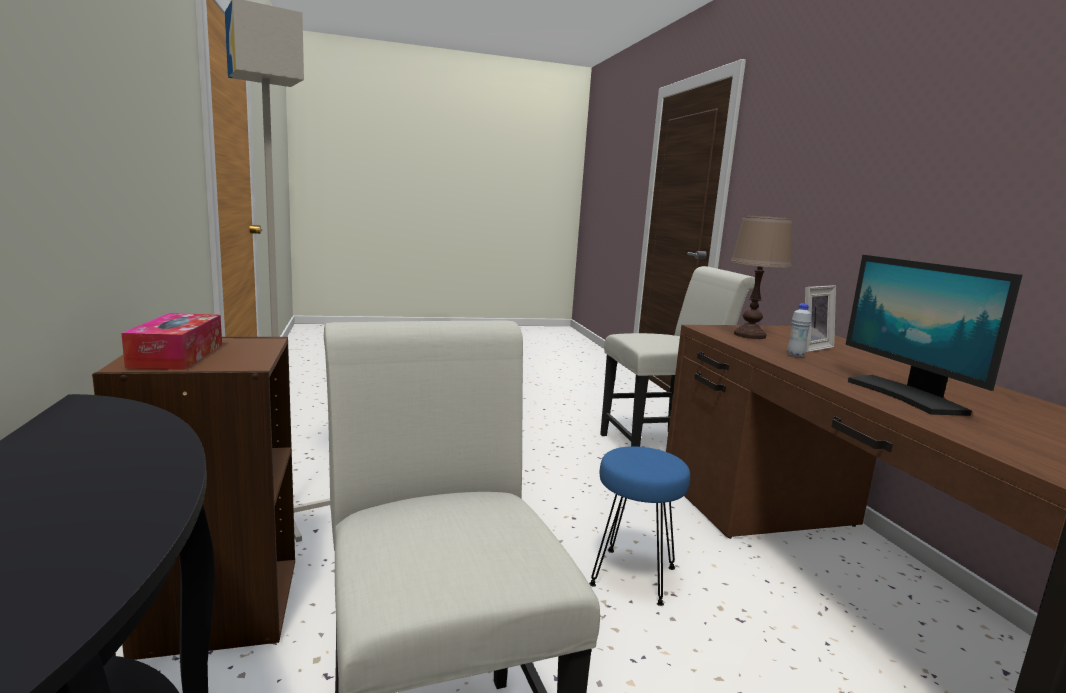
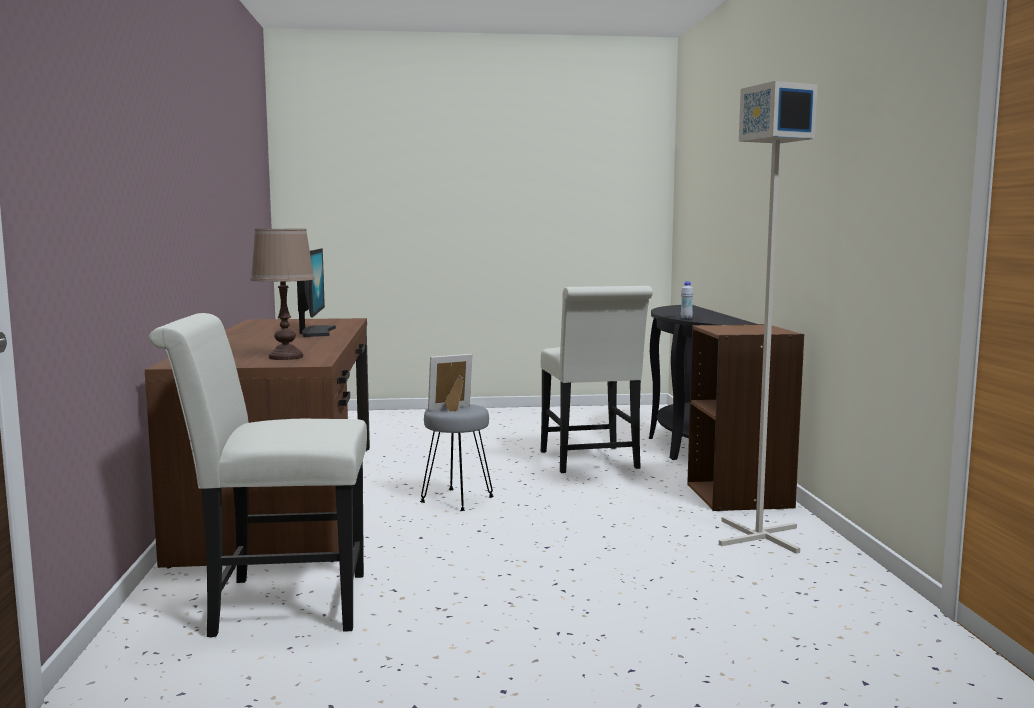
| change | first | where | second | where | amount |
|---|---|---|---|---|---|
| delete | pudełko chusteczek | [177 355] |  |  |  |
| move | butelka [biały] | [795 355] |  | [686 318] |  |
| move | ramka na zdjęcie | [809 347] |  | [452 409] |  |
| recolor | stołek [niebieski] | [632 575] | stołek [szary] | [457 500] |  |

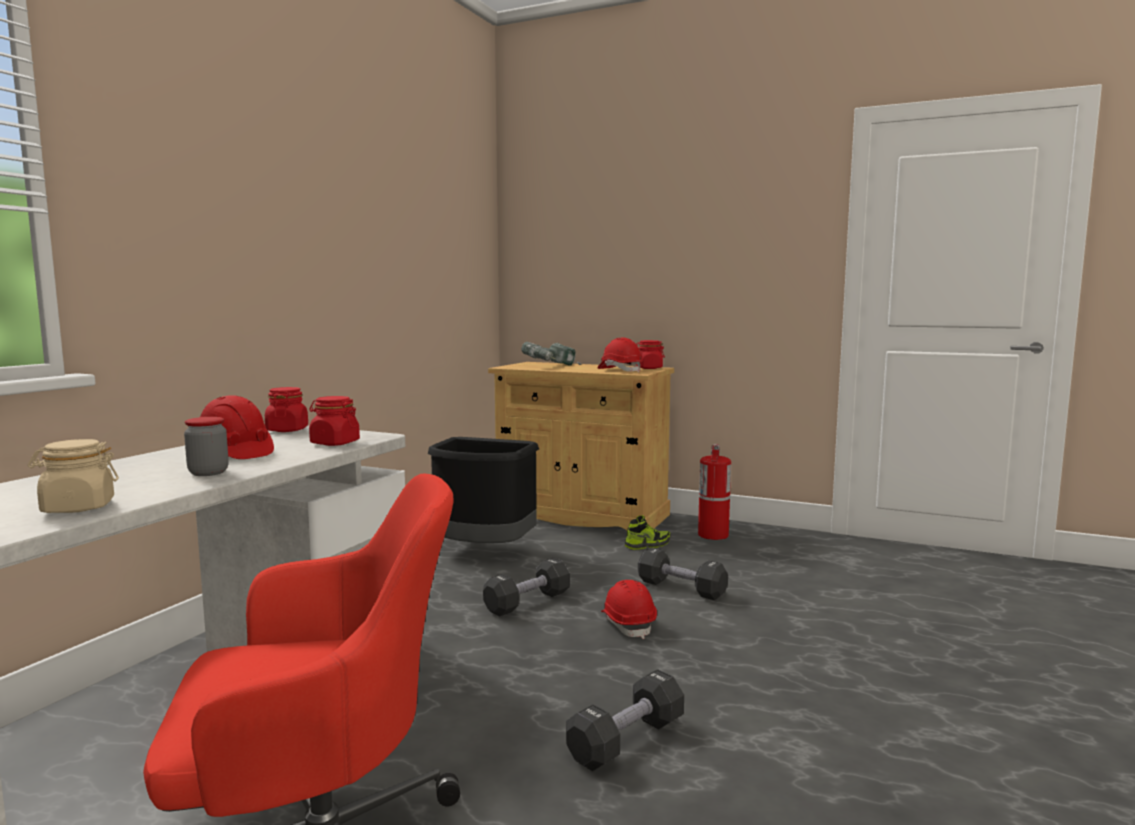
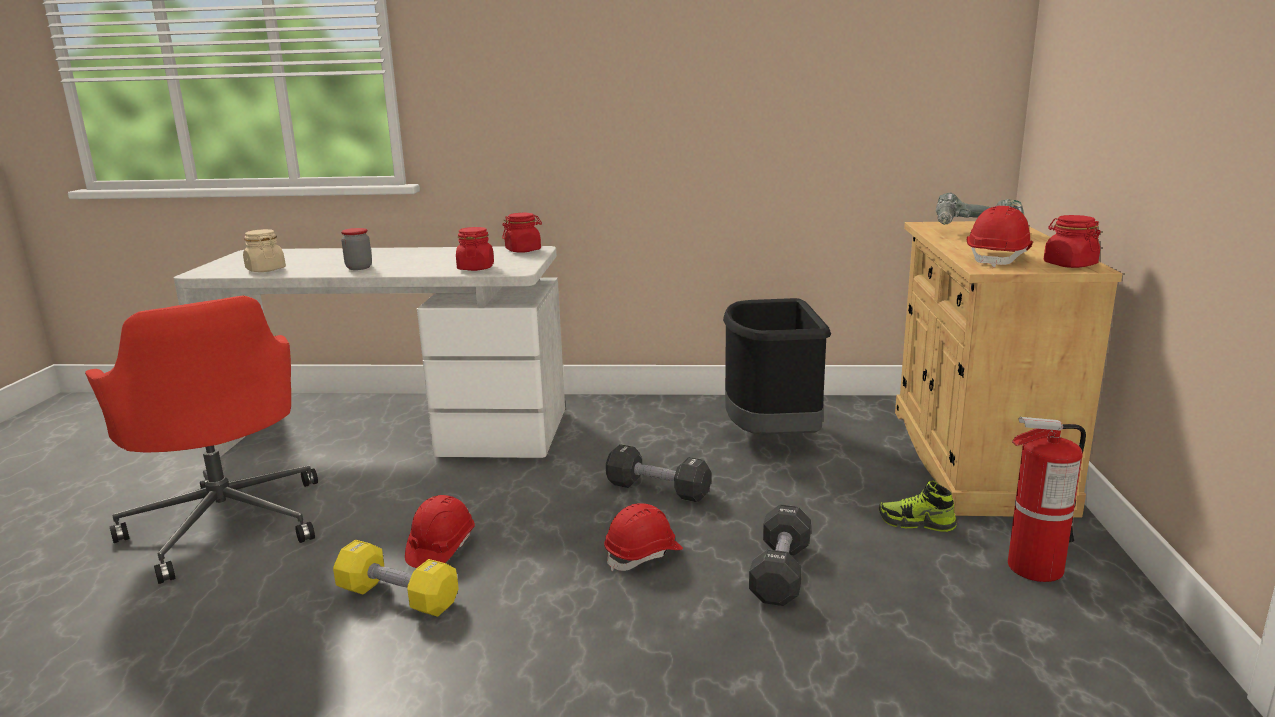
| change | first | where | second | where | amount |
|---|---|---|---|---|---|
| move | kask [czerwony] | [235 452] |  | [441 548] |  |
| recolor | hantel [czarny] | [626 740] | hantel [żółty] | [398 597] |  |
| rotate | but | [647 545] |  | [916 523] | 150 degrees clockwise |

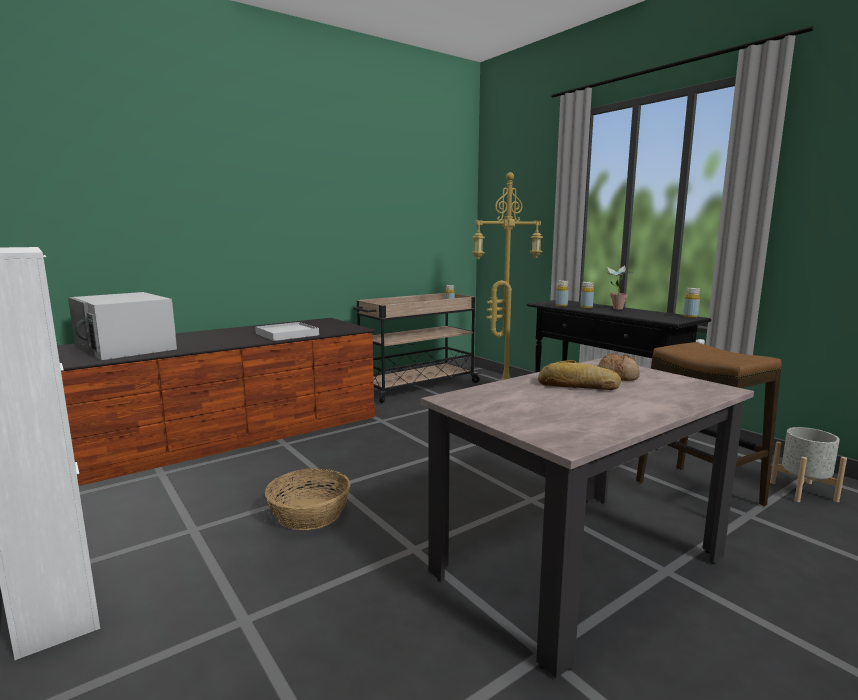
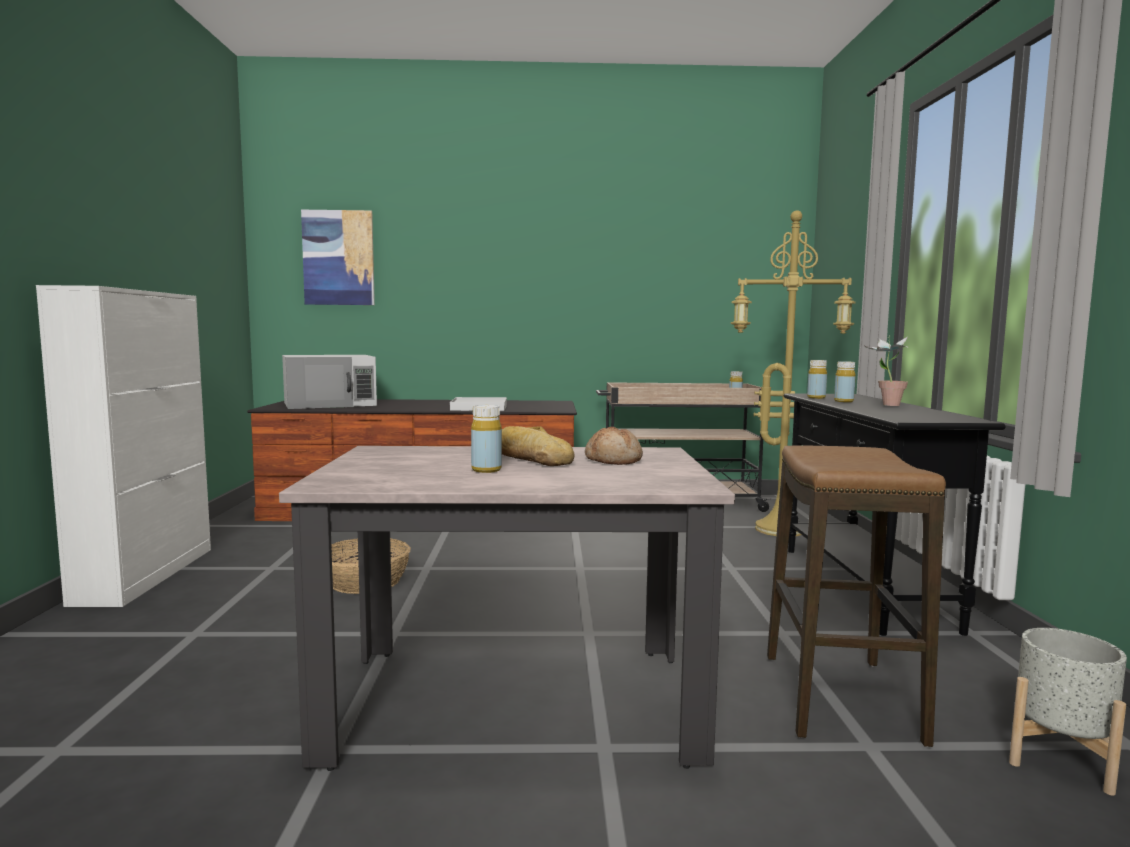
| change | first | where | second | where | amount |
|---|---|---|---|---|---|
| insert |  |  | obraz | [338 258] |  |
| move | butelka [żółty] | [690 317] |  | [486 470] |  |
| rotate | mikrofalówka [biały] | [126 348] |  | [330 404] | 105 degrees counterclockwise |

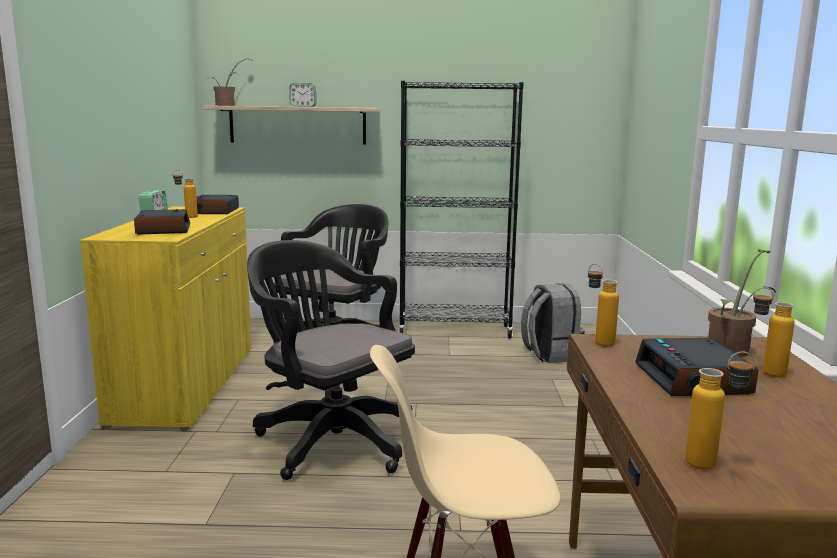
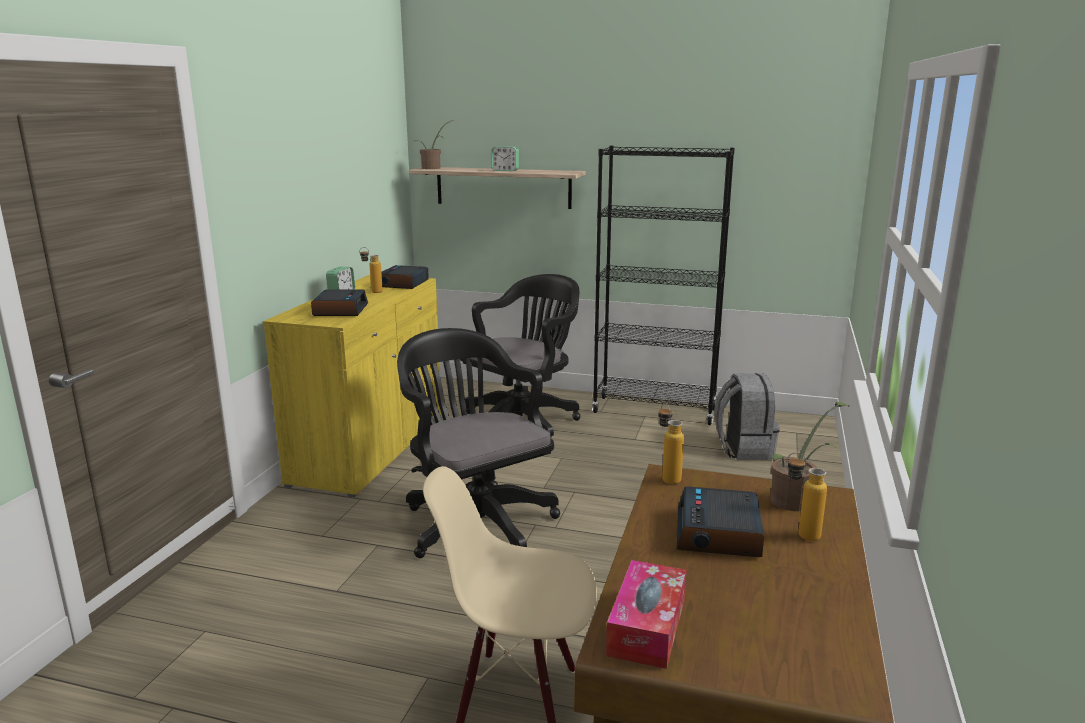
| change | first | where | second | where | amount |
|---|---|---|---|---|---|
| replace | butelka | [713 464] | pudełko chusteczek | [647 627] |  |

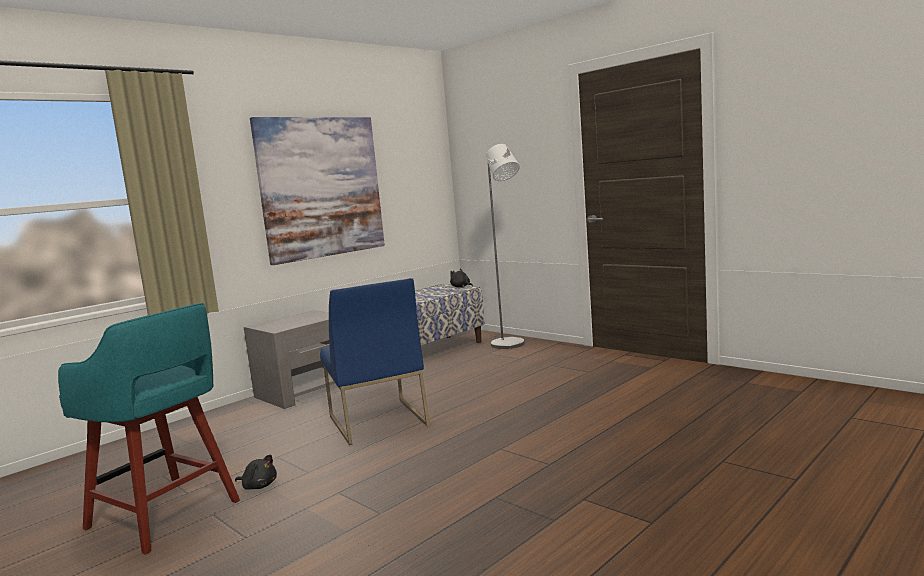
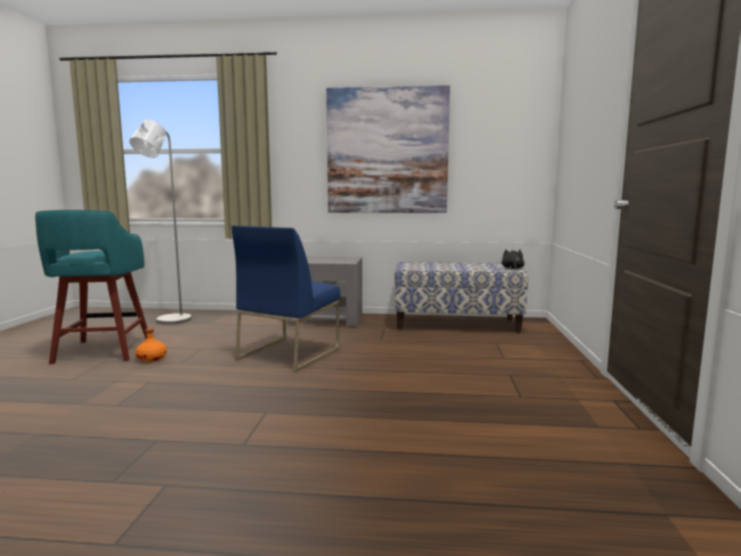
| change | first | where | second | where | amount |
|---|---|---|---|---|---|
| move | lampa stojąca [szary] | [511 345] |  | [169 321] |  |
| replace | pluszak [czarny] | [259 486] | butelka [pomarańczowy] | [152 358] |  |

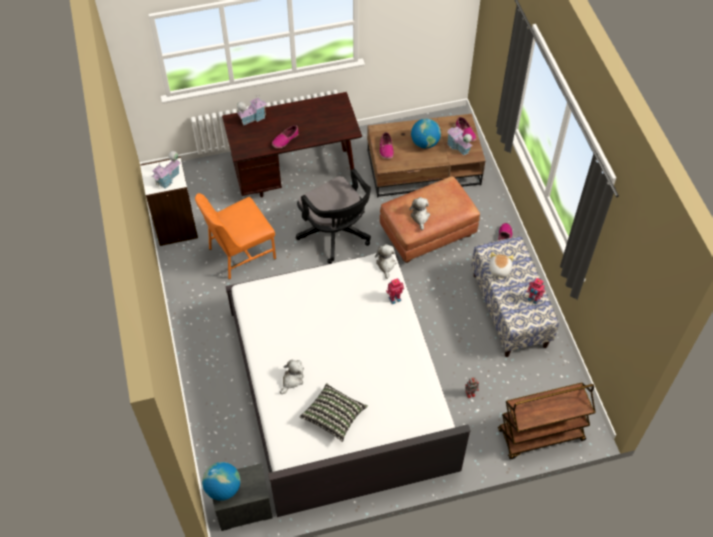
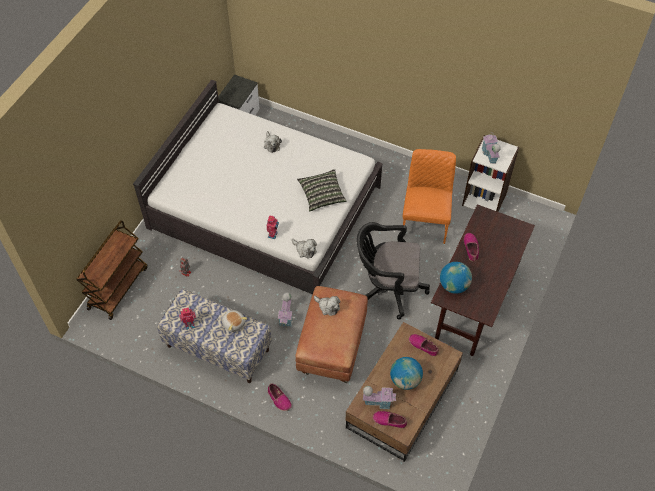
| change | first | where | second | where | amount |
|---|---|---|---|---|---|
| move | globus | [223 488] |  | [454 285] |  |
| move | domek | [253 118] |  | [286 317] |  |
| move | poduszka | [334 416] |  | [322 195] |  |

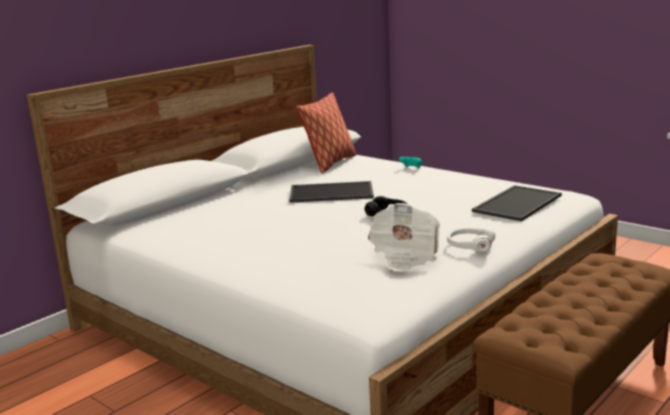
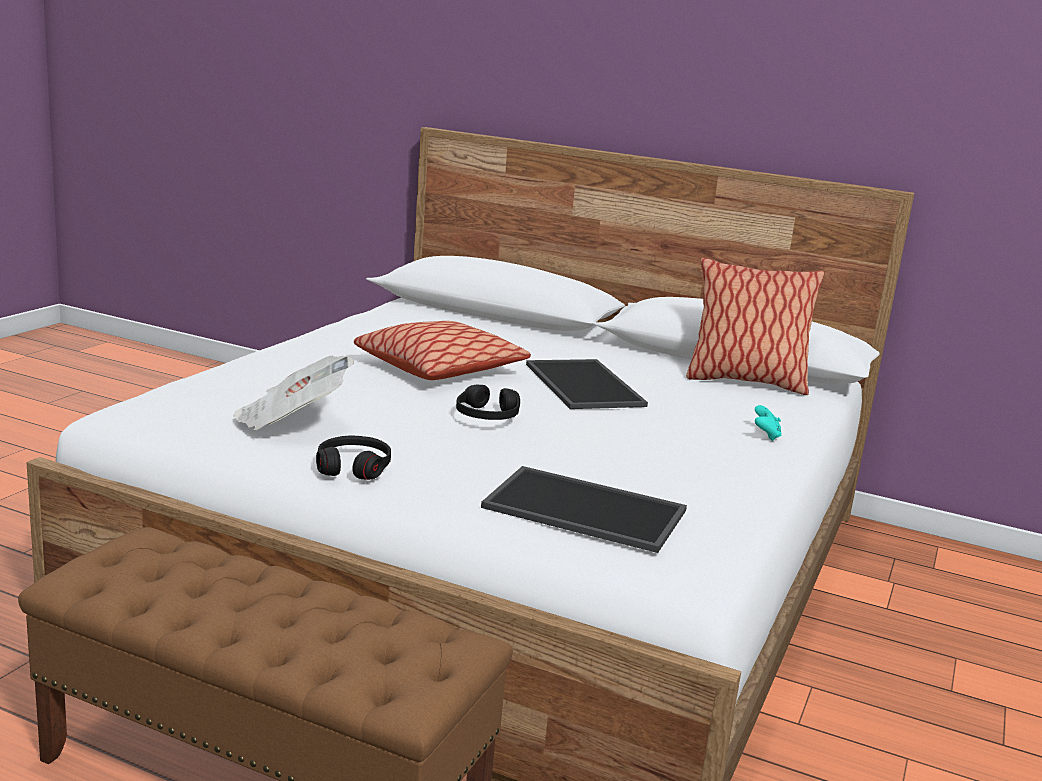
| change | first | where | second | where | amount |
|---|---|---|---|---|---|
| insert |  |  | poduszka | [440 369] |  |
| recolor | słuchawki [biały] | [470 246] | słuchawki [czarny] | [353 467] |  |

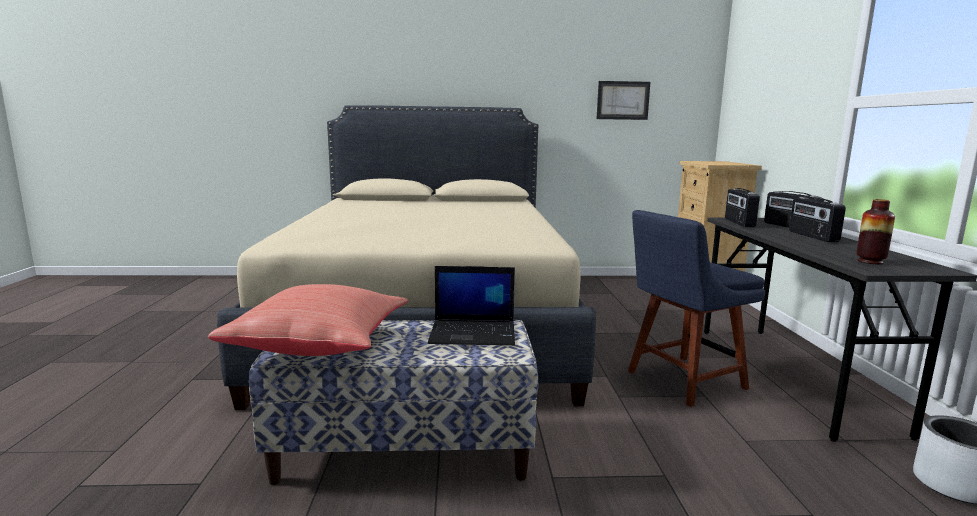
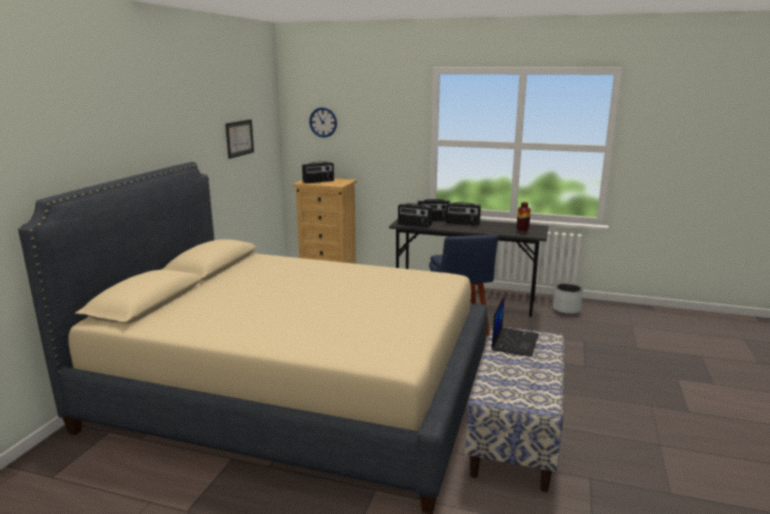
| change | first | where | second | where | amount |
|---|---|---|---|---|---|
| delete | poduszka [czerwony] | [321 345] |  |  |  |
| insert |  |  | radio | [318 181] |  |
| insert |  |  | zegar ścienny | [323 122] |  |

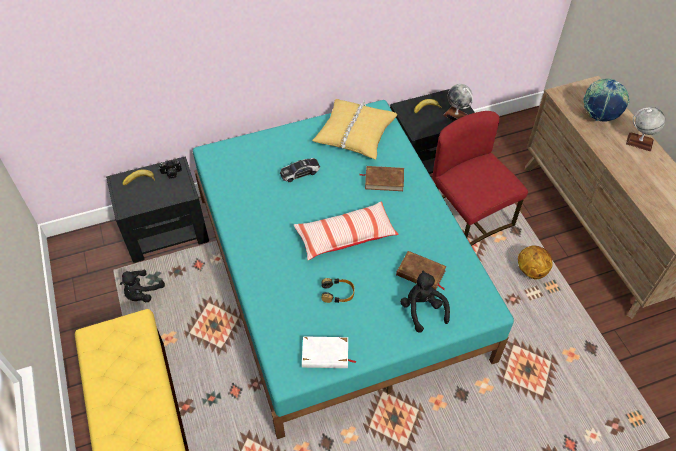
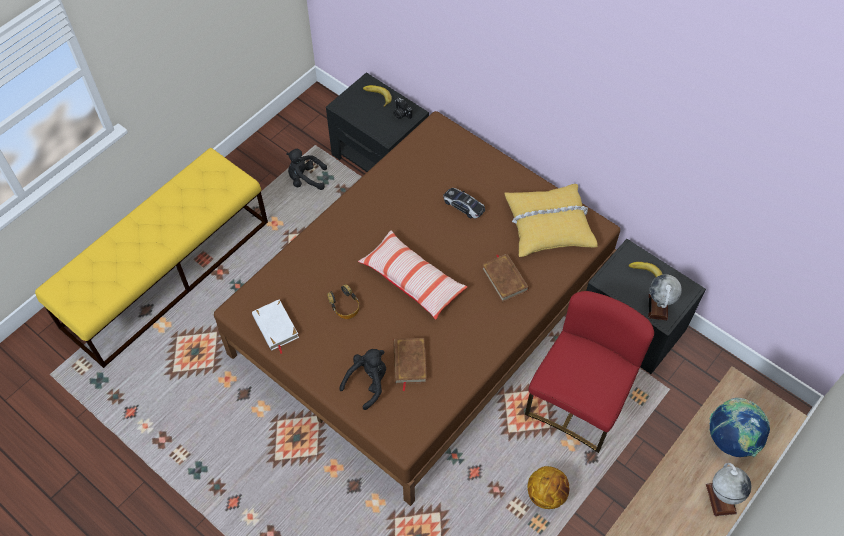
| change | first | where | second | where | amount |
|---|---|---|---|---|---|
| recolor | łóżko [turkusowy] | [338 274] | łóżko [brązowy] | [423 316] |  |

